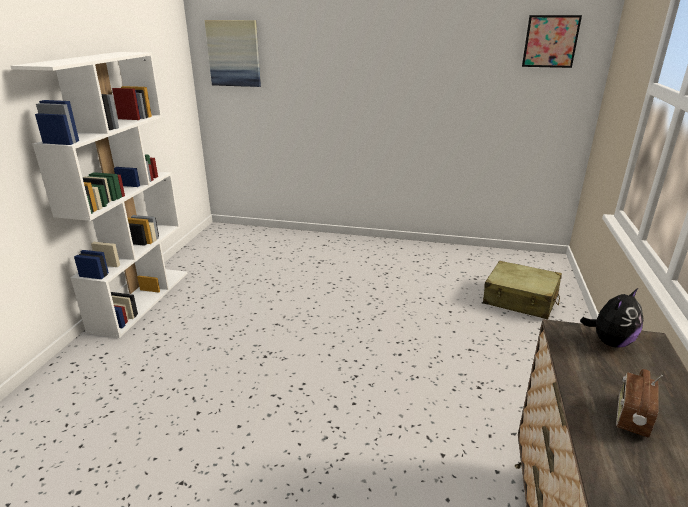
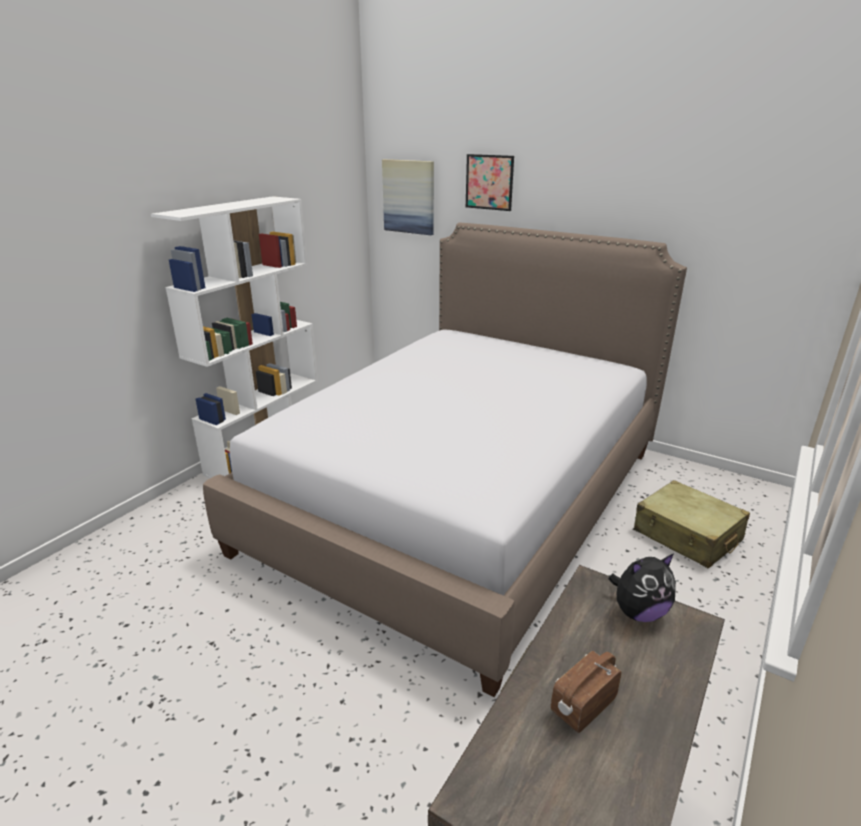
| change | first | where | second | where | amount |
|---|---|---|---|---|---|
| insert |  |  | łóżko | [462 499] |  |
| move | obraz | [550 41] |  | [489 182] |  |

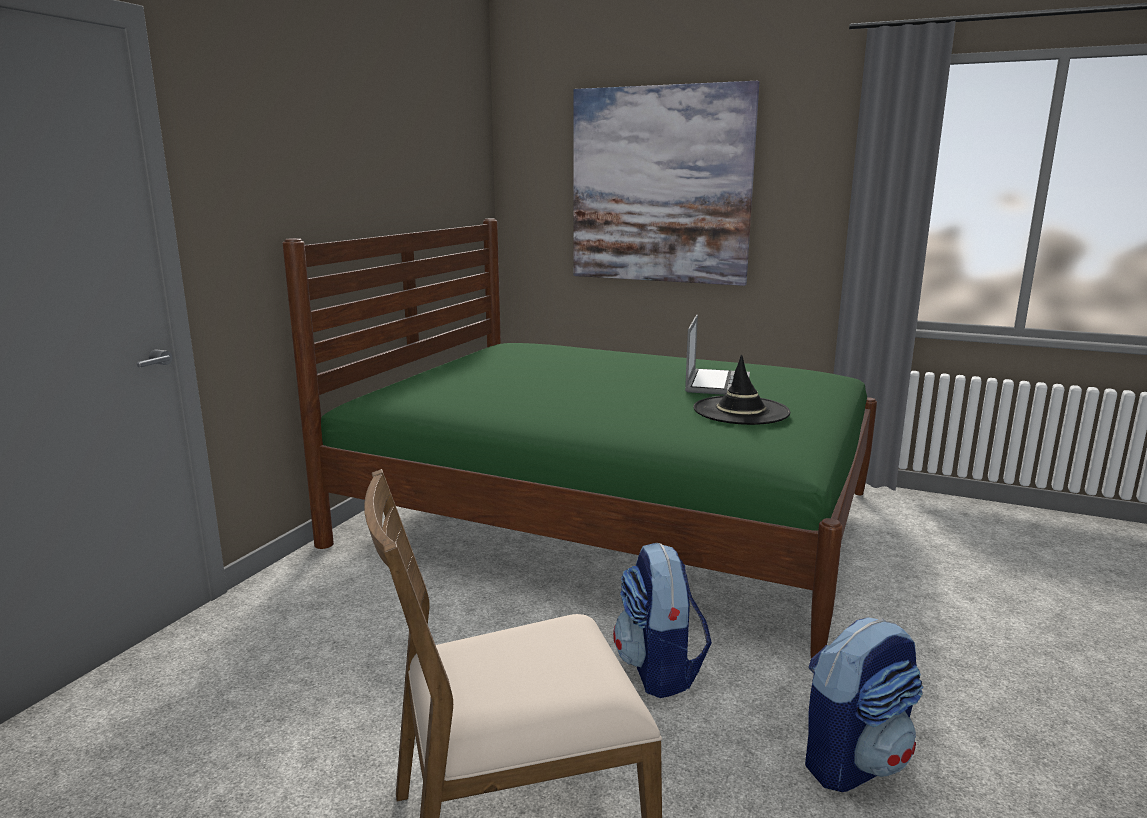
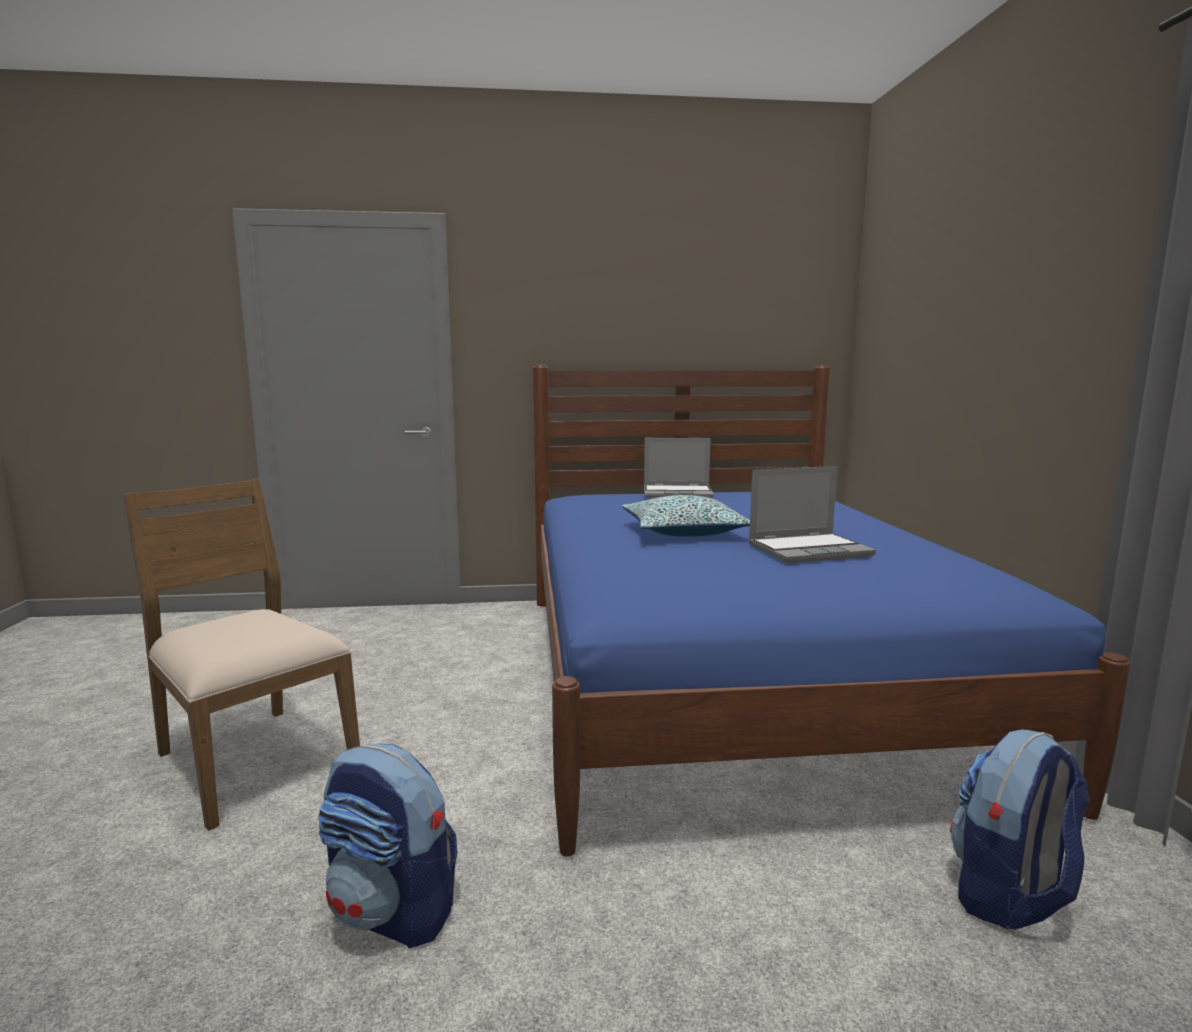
| change | first | where | second | where | amount |
|---|---|---|---|---|---|
| delete | obraz | [660 186] |  |  |  |
| delete | kapelusz [czarny] | [741 411] |  |  |  |
| insert |  |  | poduszka | [684 532] |  |
| insert |  |  | laptop | [678 493] |  |
| move | plecak | [659 670] |  | [1009 896] |  |
| recolor | łóżko [zielony] | [610 518] | łóżko [niebieski] | [731 678] |  |

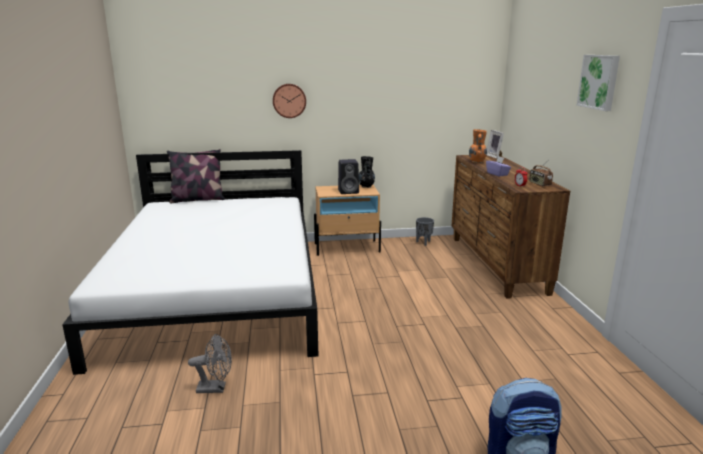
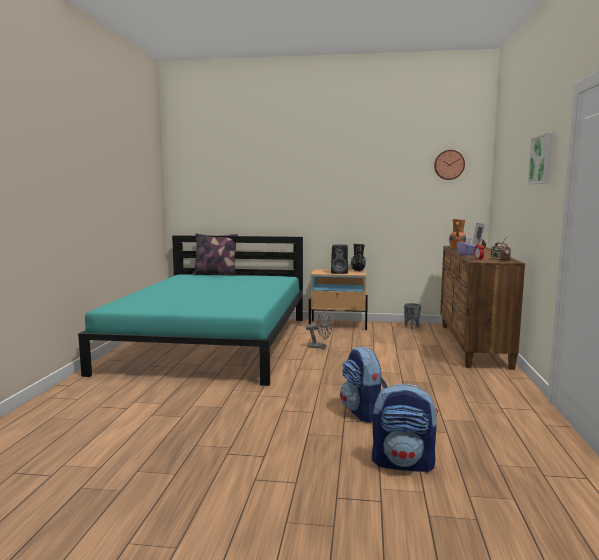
| change | first | where | second | where | amount |
|---|---|---|---|---|---|
| insert |  |  | plecak | [363 412] |  |
| move | wentylator [szary] | [216 388] |  | [320 347] |  |
| move | zegar ścienny | [289 100] |  | [449 165] |  |
| recolor | łóżko [biały] | [218 292] | łóżko [turkusowy] | [213 343] |  |

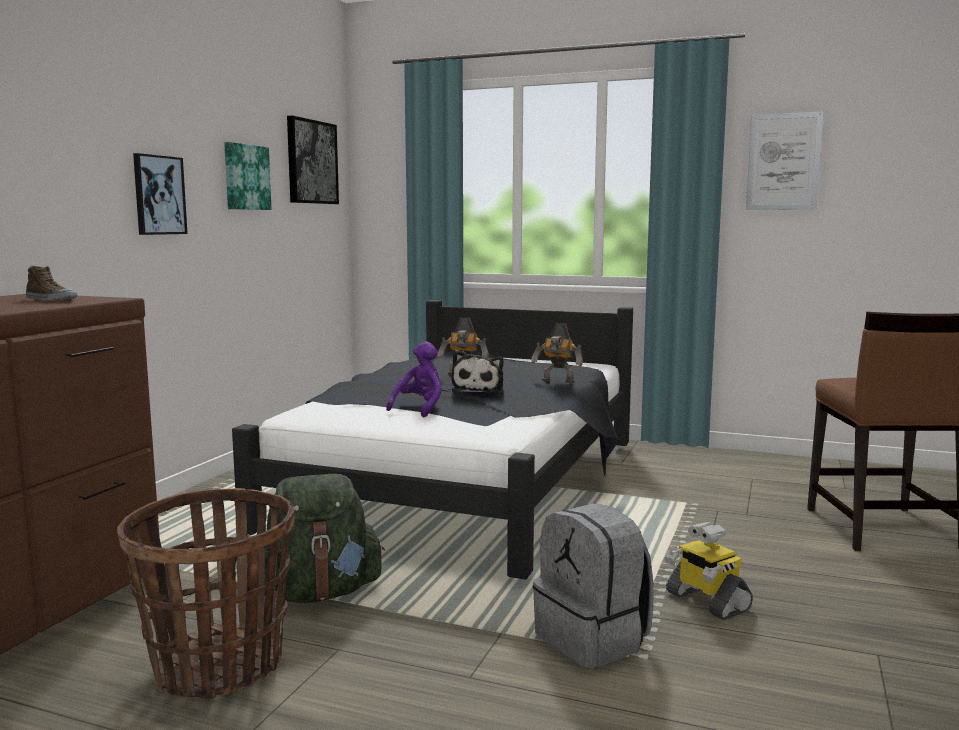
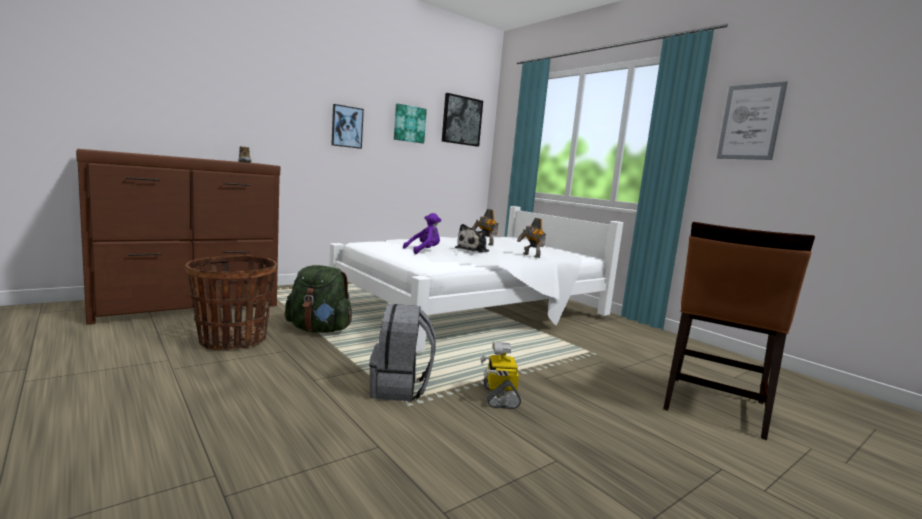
| change | first | where | second | where | amount |
|---|---|---|---|---|---|
| recolor | łóżko [czarny] | [464 486] | łóżko [biały] | [472 310] |  |

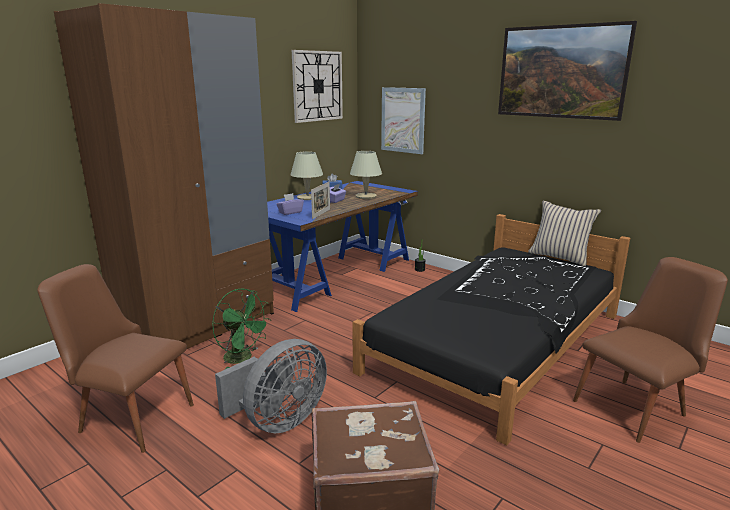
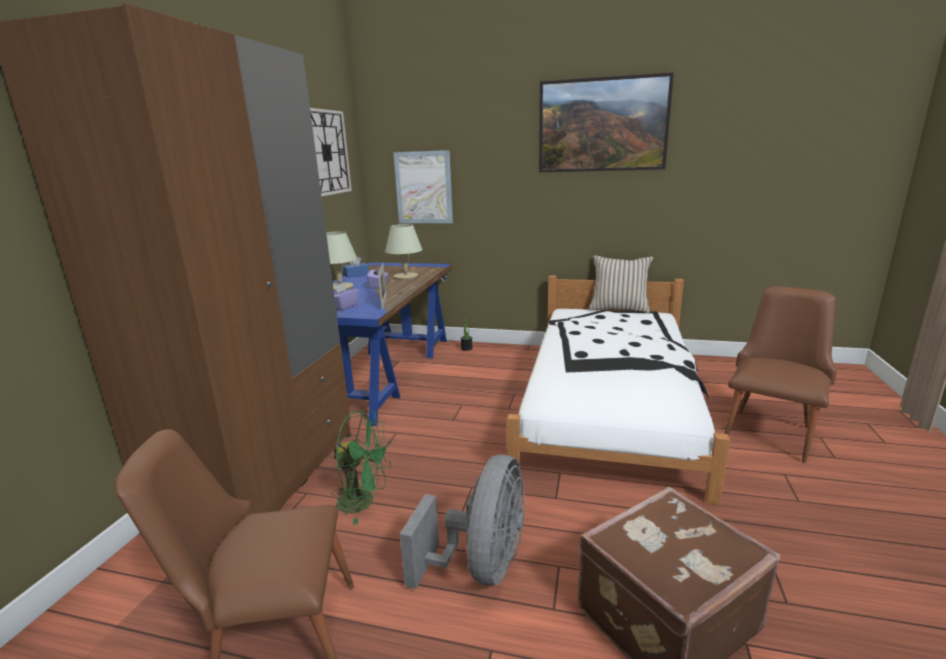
| change | first | where | second | where | amount |
|---|---|---|---|---|---|
| recolor | łóżko [czarny] | [498 342] | łóżko [biały] | [609 403] |  |

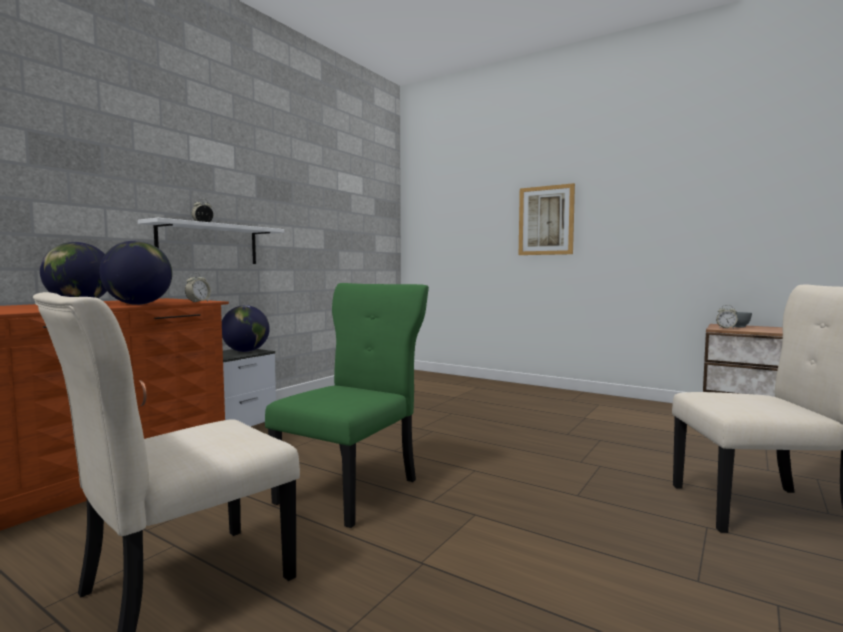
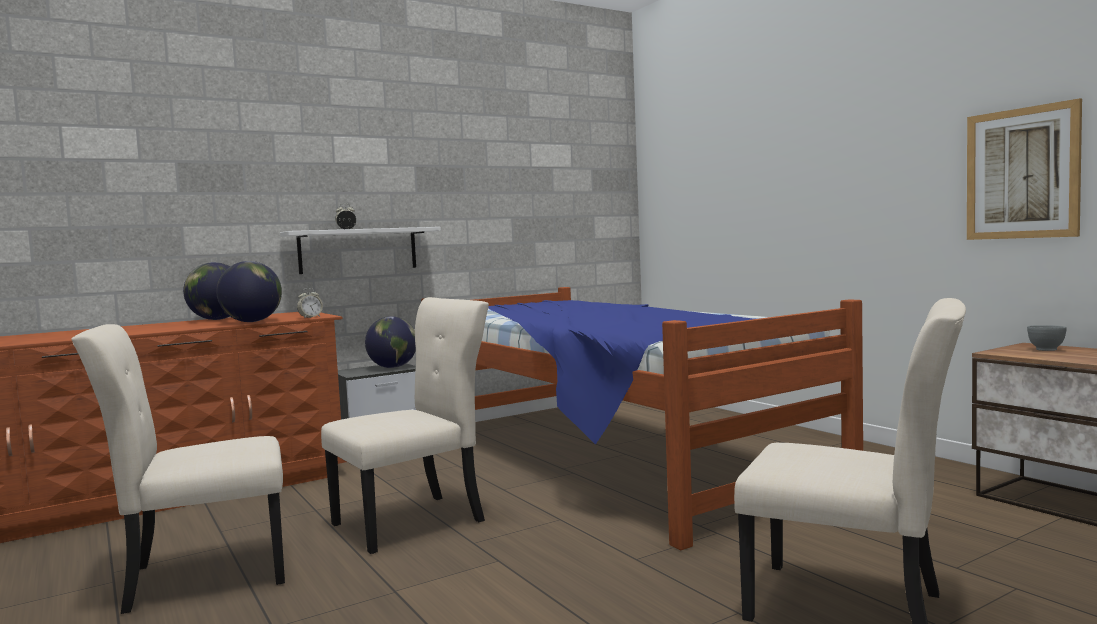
| change | first | where | second | where | amount |
|---|---|---|---|---|---|
| delete | budzik | [726 328] |  |  |  |
| insert |  |  | łóżko | [606 456] |  |
| move | obraz | [546 220] |  | [1021 173] |  |
| recolor | krzesło [zielony] | [352 489] | krzesło [beżowy] | [414 522] |  |

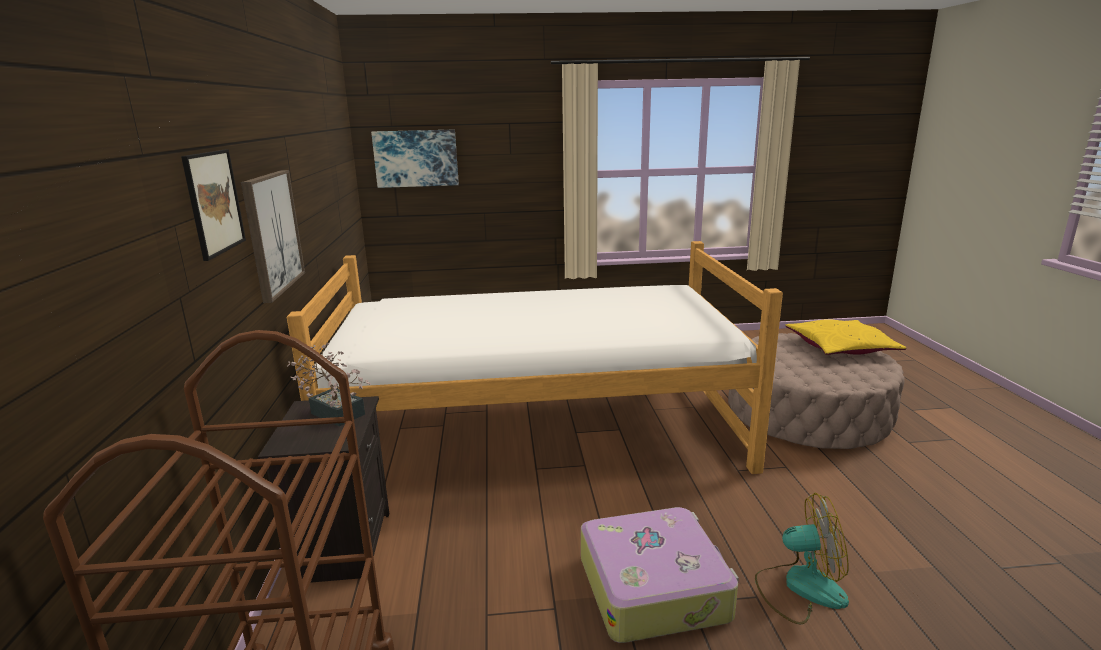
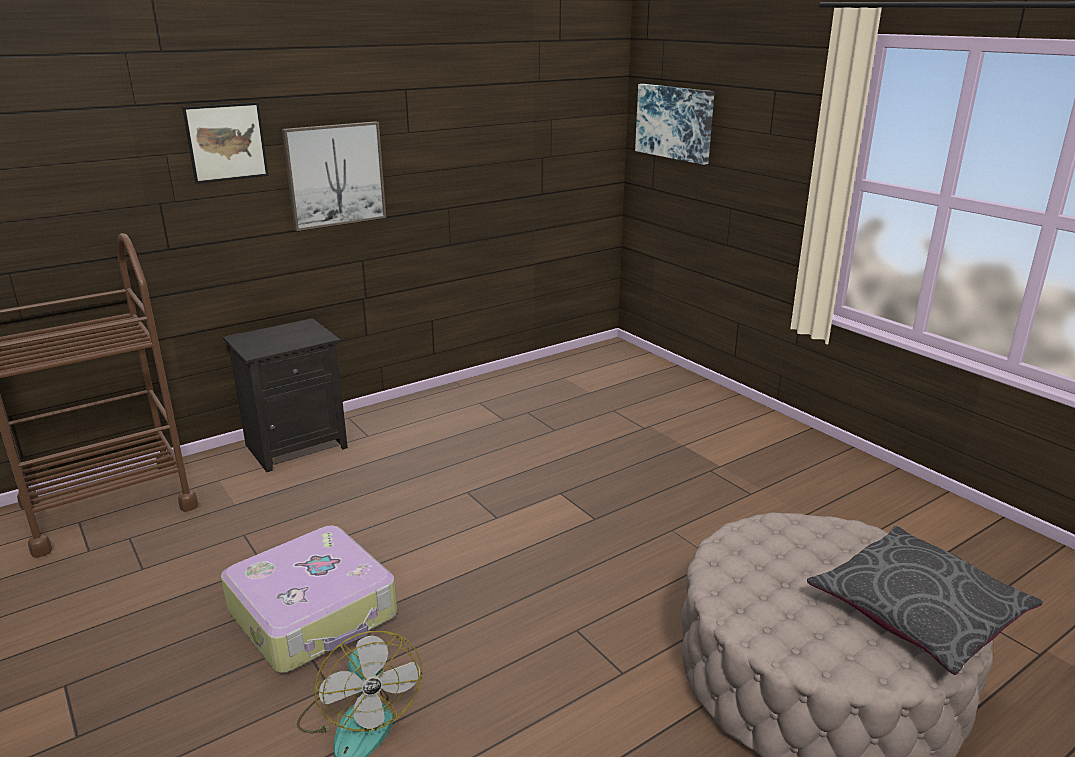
| change | first | where | second | where | amount |
|---|---|---|---|---|---|
| delete | łóżko | [537 431] |  |  |  |
| delete | roślina doniczkowa | [334 412] |  |  |  |
| recolor | poduszka [żółty] | [840 348] | poduszka [szary] | [917 611] |  |

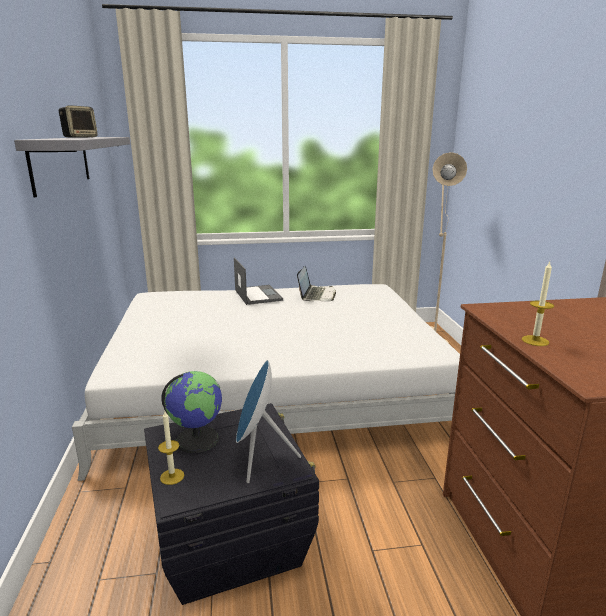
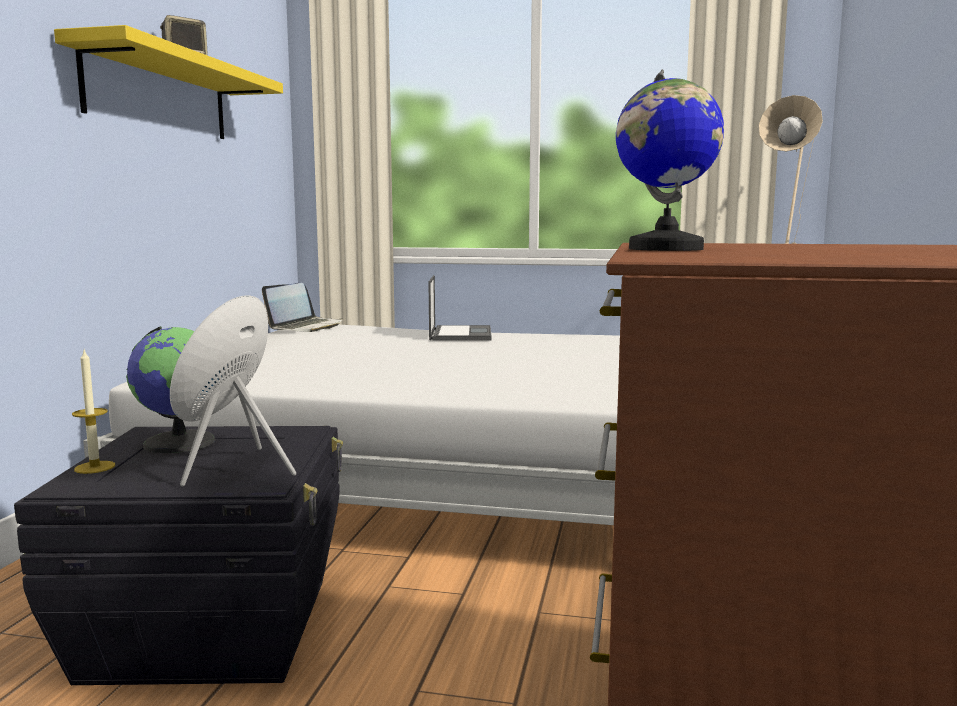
| change | first | where | second | where | amount |
|---|---|---|---|---|---|
| move | laptop | [317 295] |  | [306 327] |  |
| replace | świeca | [535 341] | globus | [665 249] |  |
| recolor | półka [szary] | [61 162] | półka [żółty] | [159 95] |  |

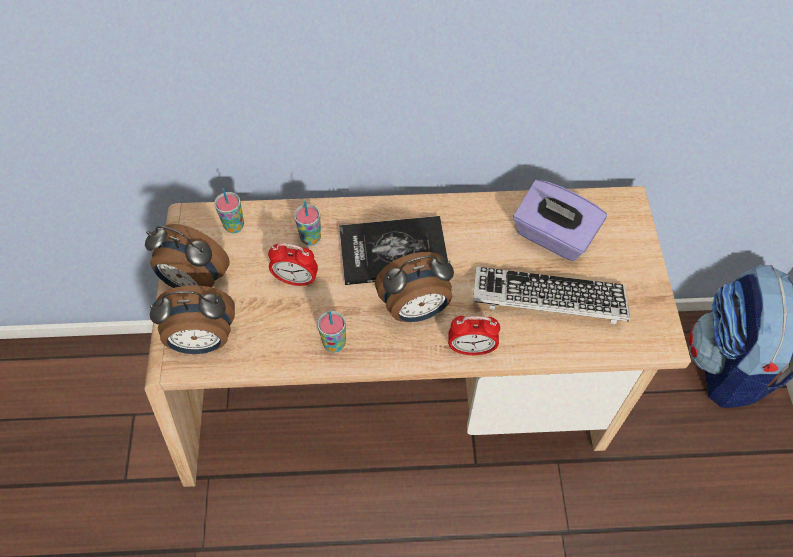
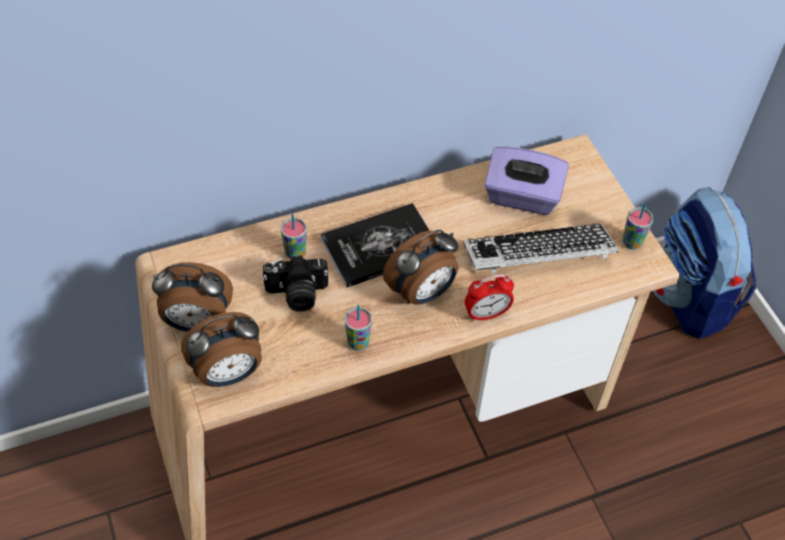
| change | first | where | second | where | amount |
|---|---|---|---|---|---|
| move | filiżanka | [234 226] |  | [632 242] |  |
| replace | budzik | [296 280] | aparat fotograficzny | [297 295] |  |

